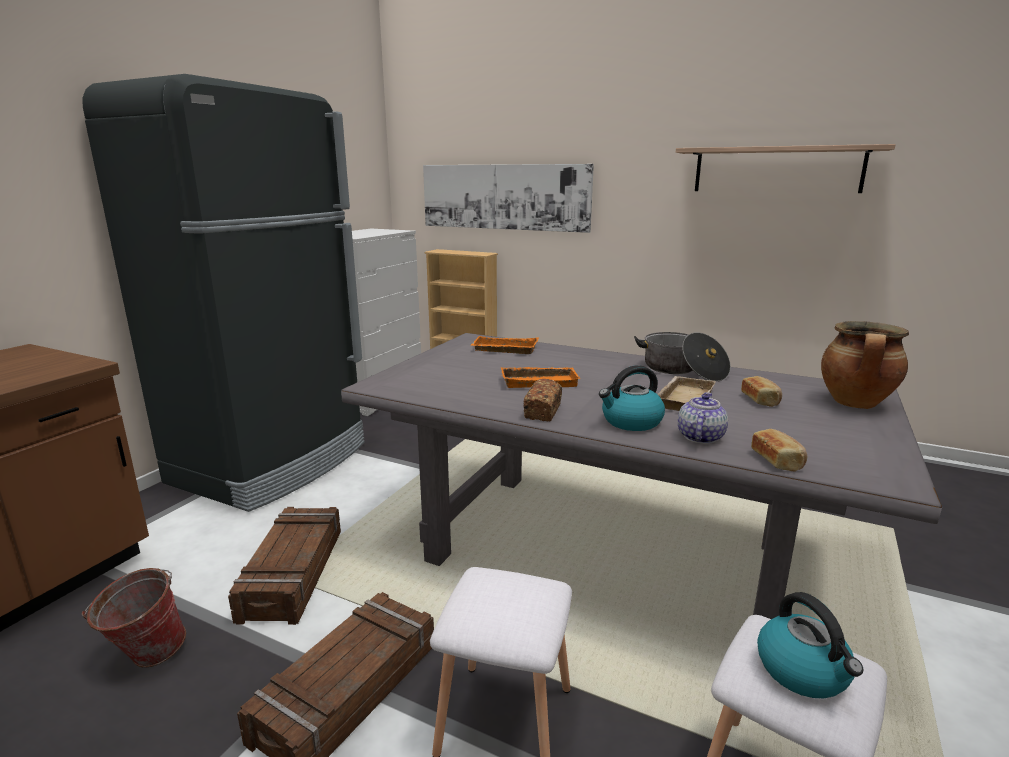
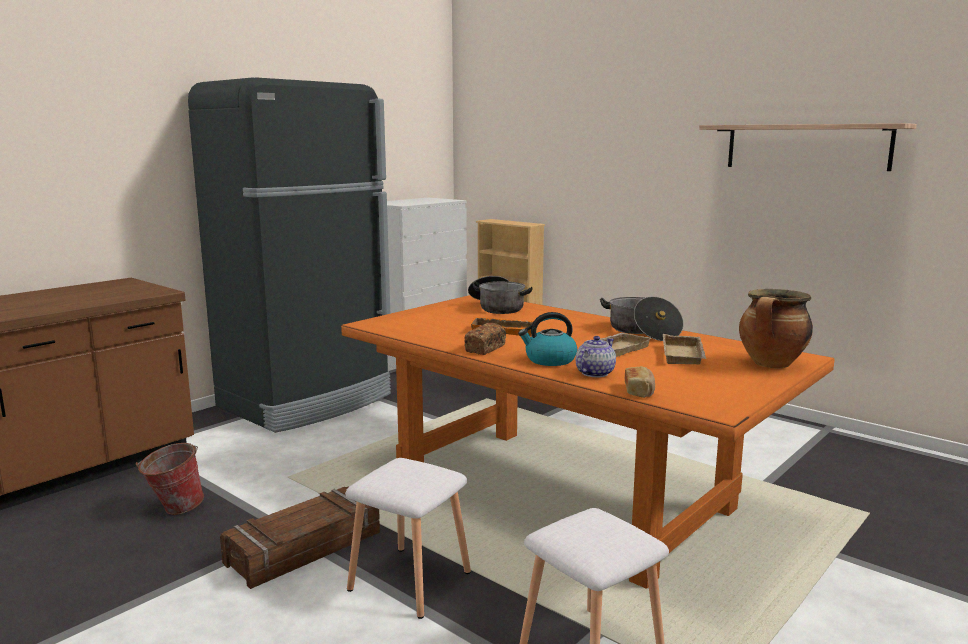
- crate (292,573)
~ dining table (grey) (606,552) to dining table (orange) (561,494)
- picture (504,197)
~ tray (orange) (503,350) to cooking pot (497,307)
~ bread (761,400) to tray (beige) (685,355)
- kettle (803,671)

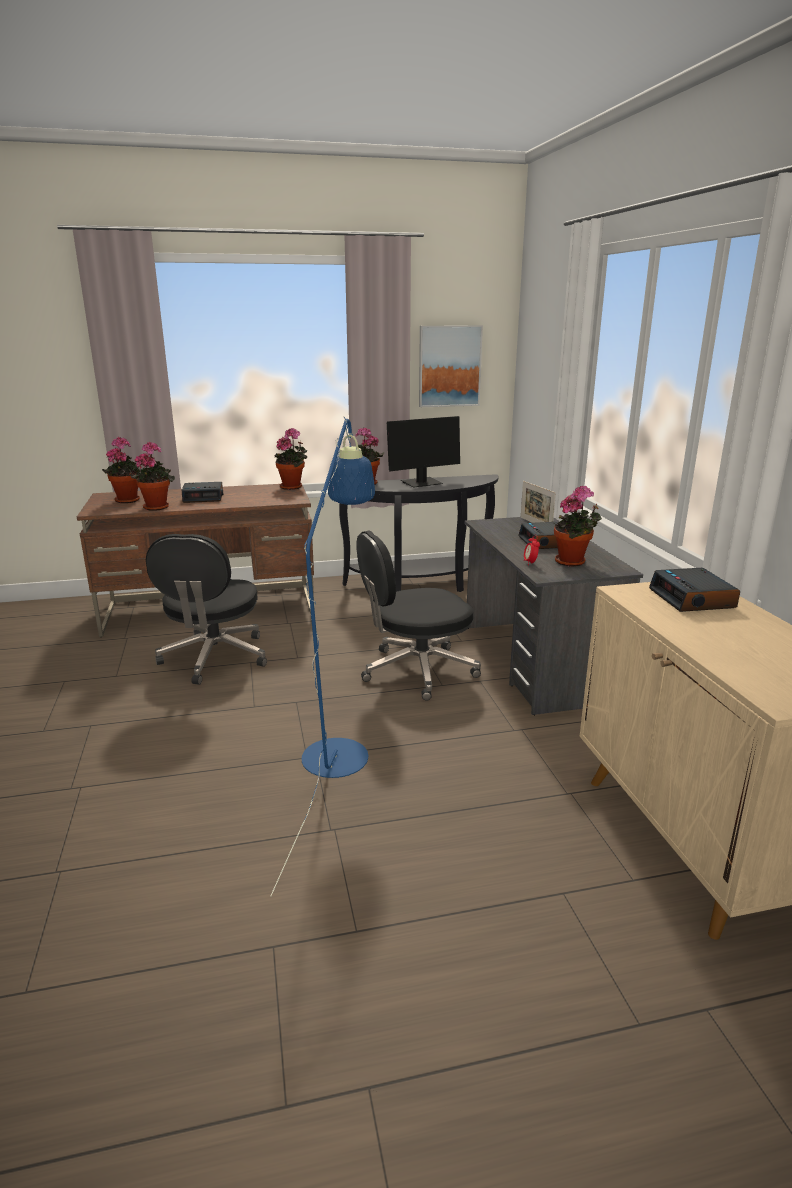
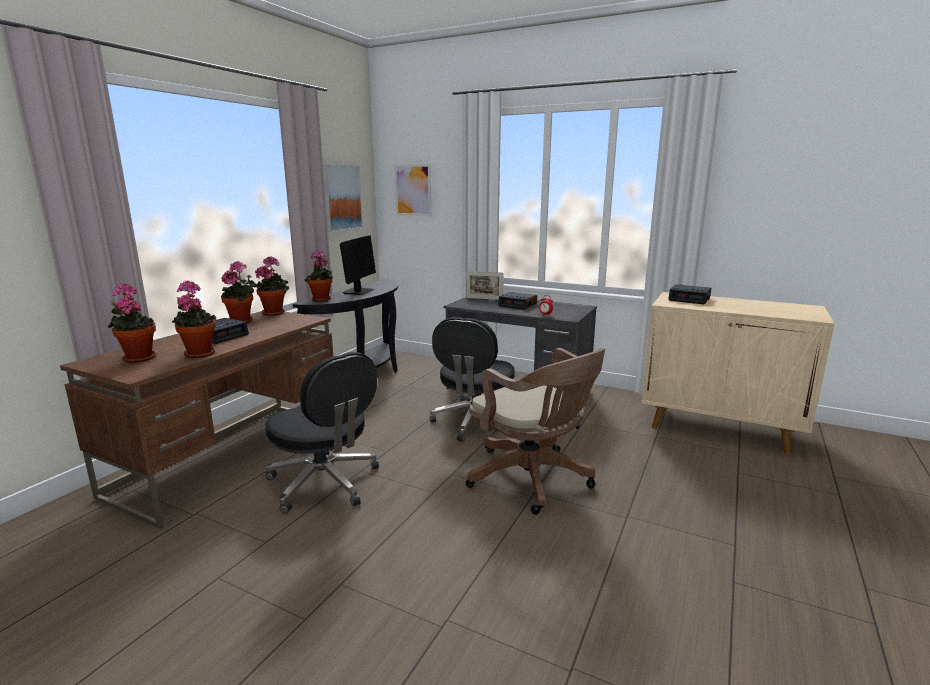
~ floor lamp (blue) (339,747) to office chair (brown) (533,480)
~ potted plant (573,562) to (242,321)
+ picture (413,190)

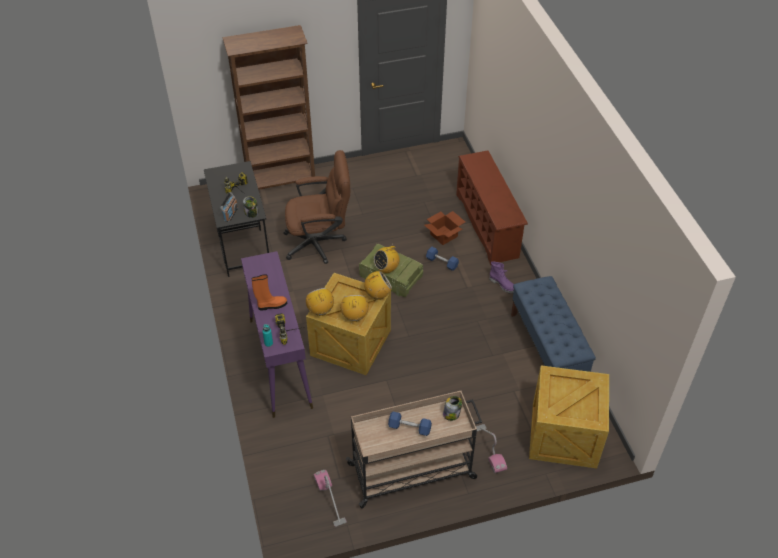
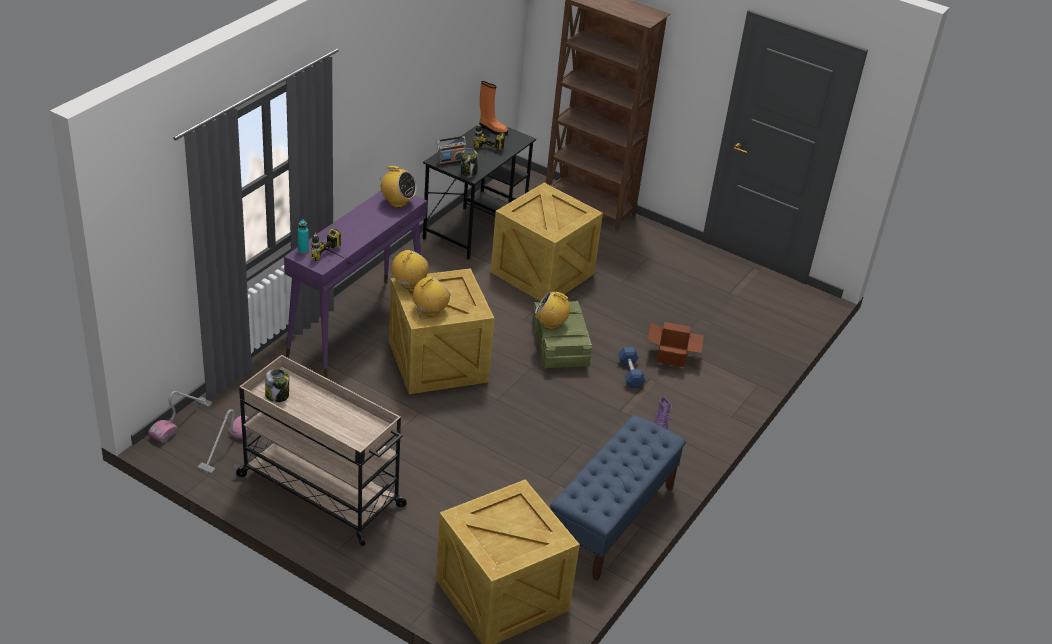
~ boot (orange) (271,305) to (492,129)
~ office chair (brown) (320,243) to crate (542,274)
~ radio (378,295) to (397,202)
- dumbbell (blue) (409,428)
~ jar (451,414) to (277,395)
- shoe rack (brown) (488,226)
~ vacuum cleaner (489,449) to (181,420)

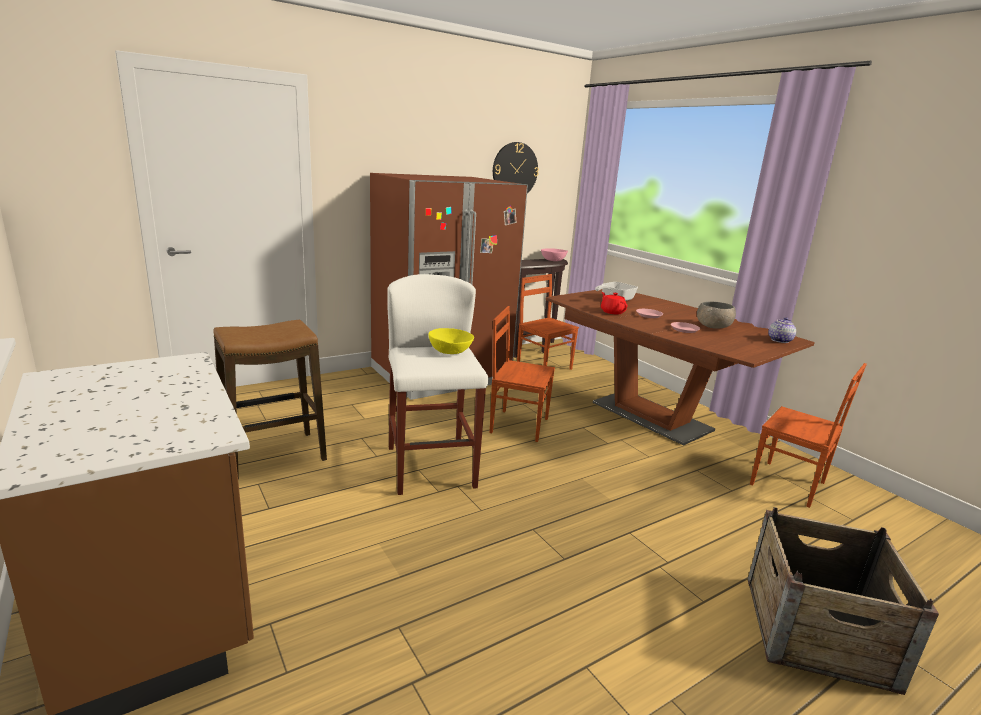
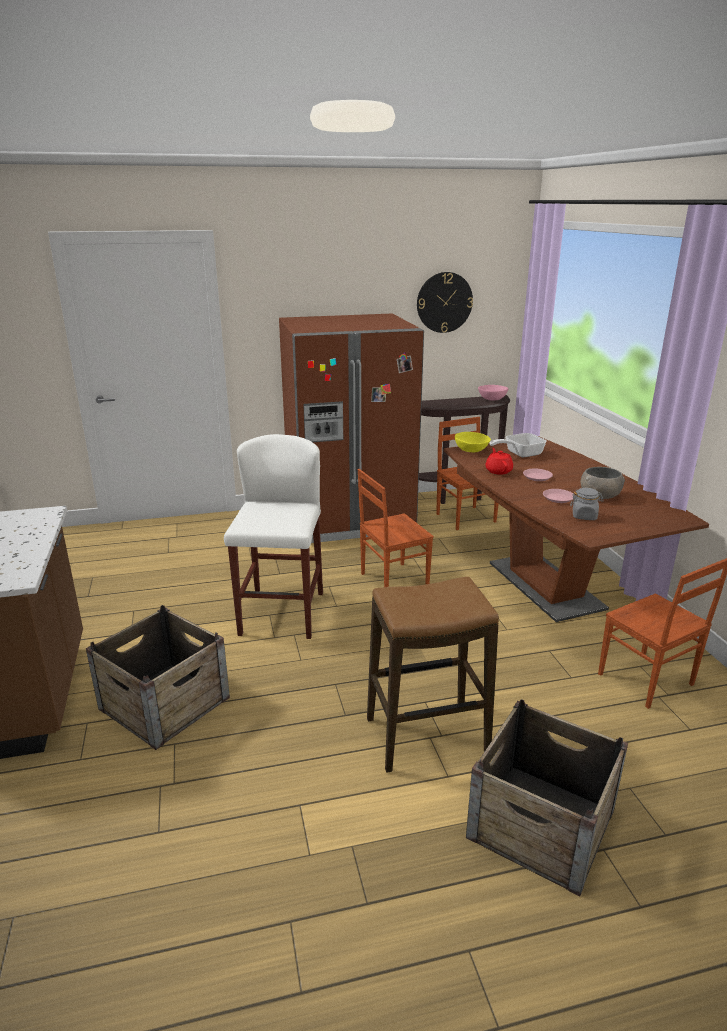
~ stool (274,455) to (427,735)
~ bowl (yellow) (450,351) to (471,450)
~ chair (brown) (518,425) = (392,580) 60 degrees counterclockwise
- teapot (779,340)
+ crate (164,703)
+ jar (grey) (584,516)

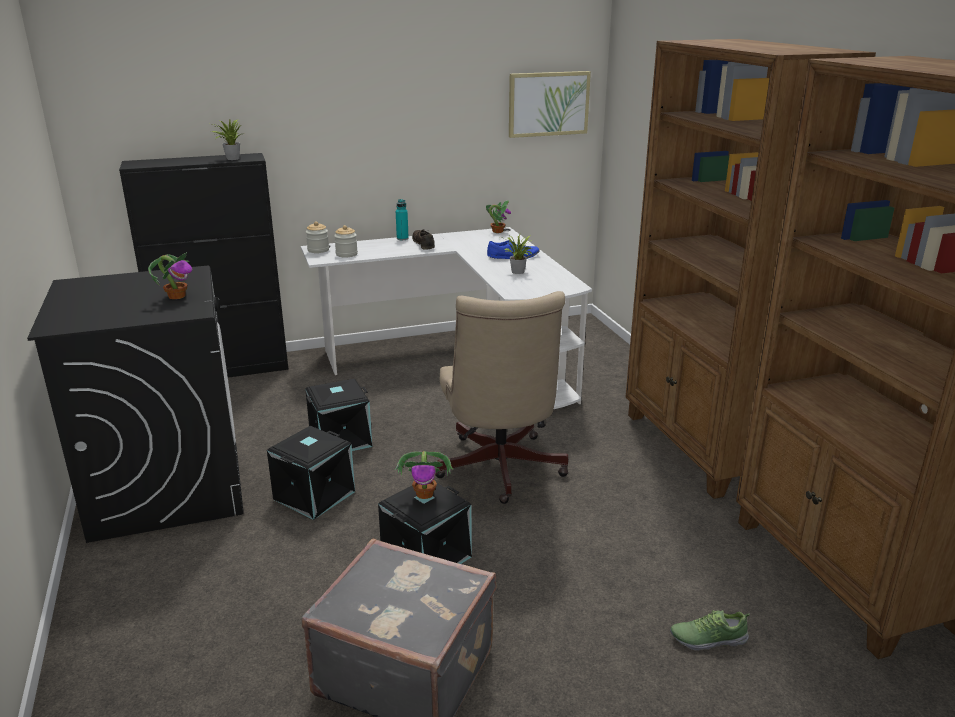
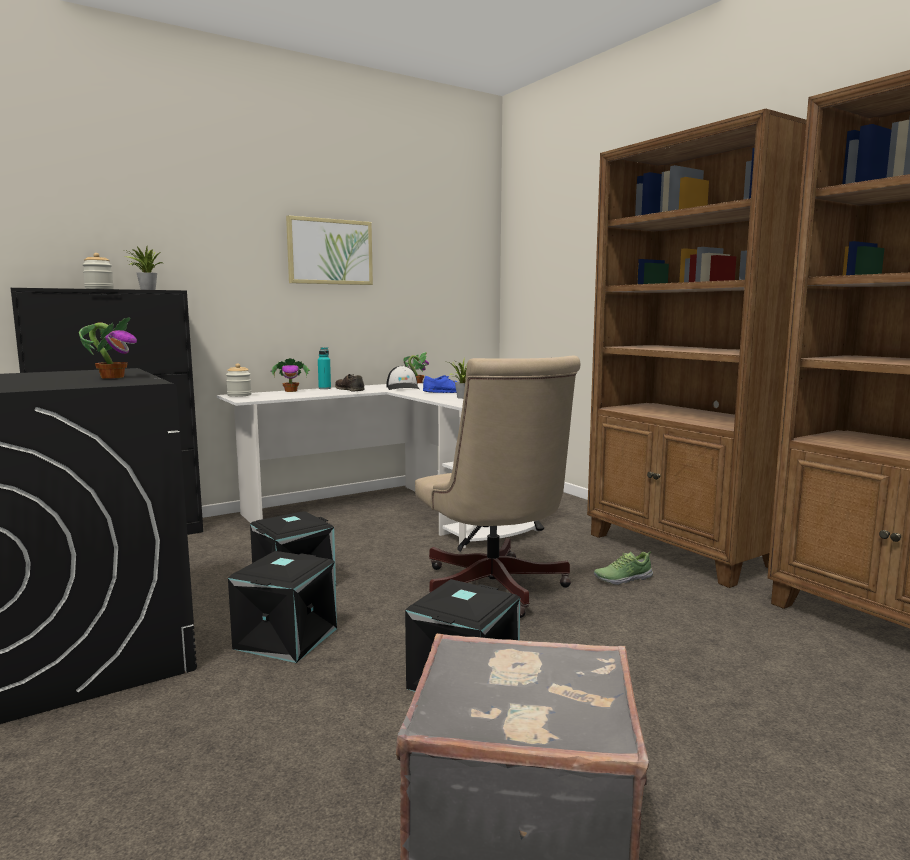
~ jar (346,254) to (99,289)
~ potted plant (425,494) to (291,391)
~ picture (548,104) to (330,252)
~ shoe (707,638) to (622,578)
+ cap (403,388)

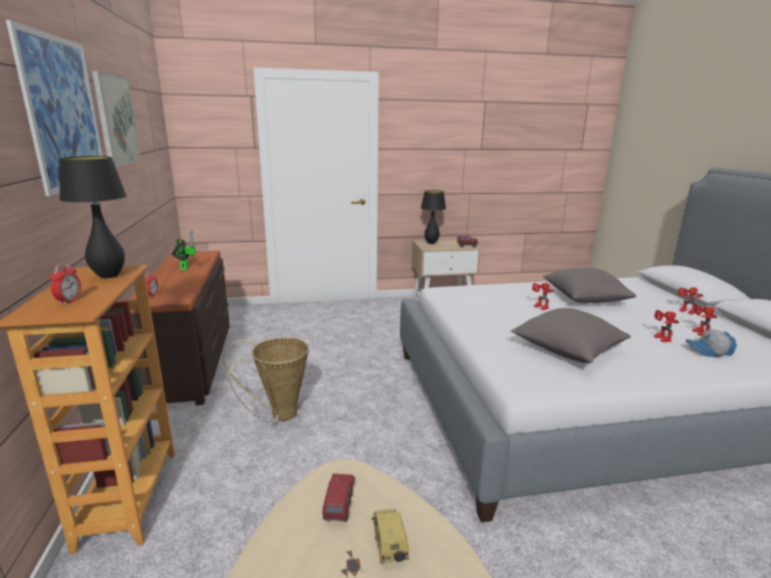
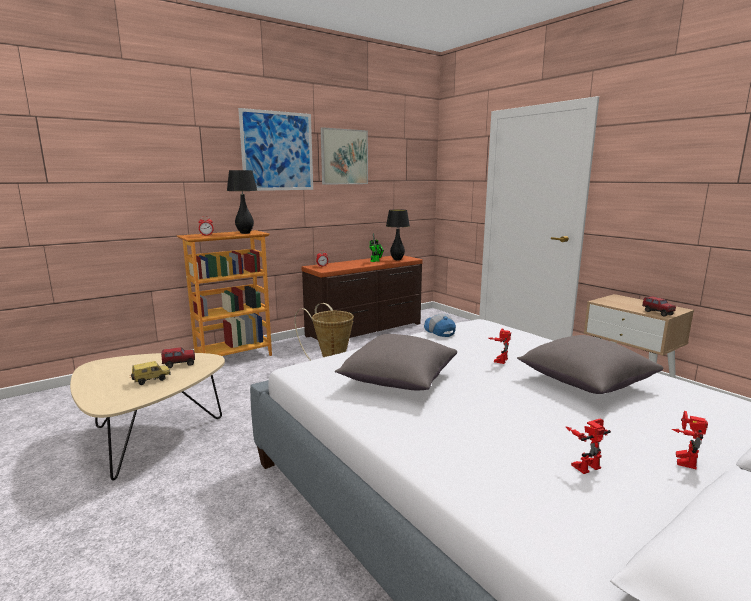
~ table lamp (black) (431,243) to (397,259)
- toy robot (659,338)
~ cap (709,351) to (438,331)

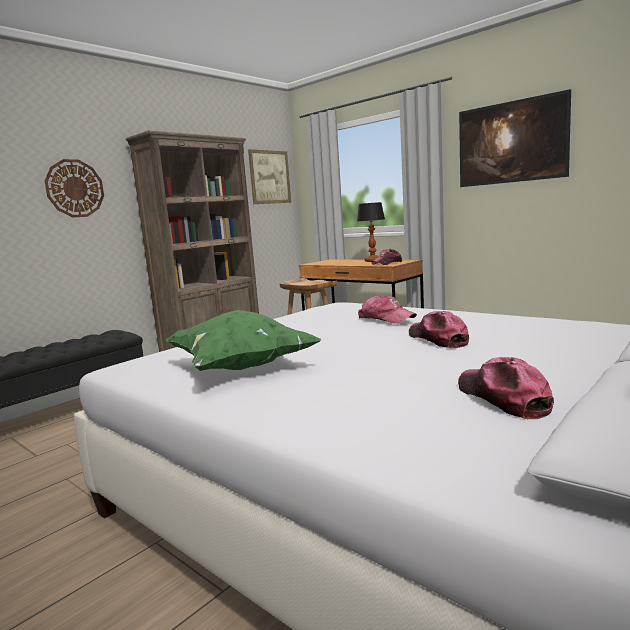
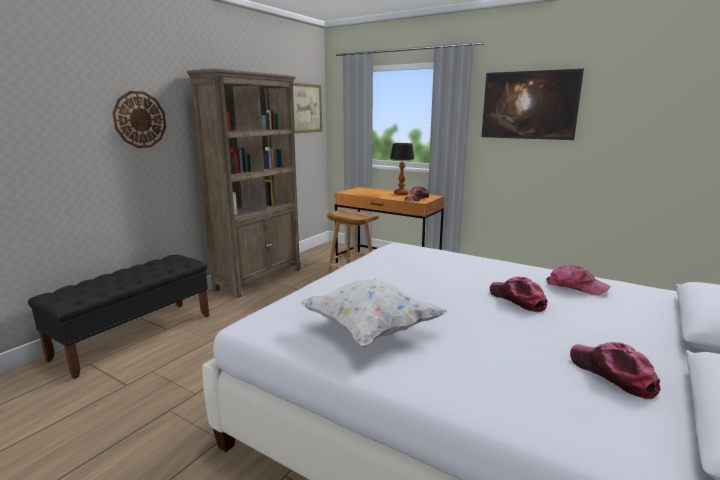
~ pillow (green) (240,367) to pillow (white) (370,330)
~ cap (386,318) to (575,287)

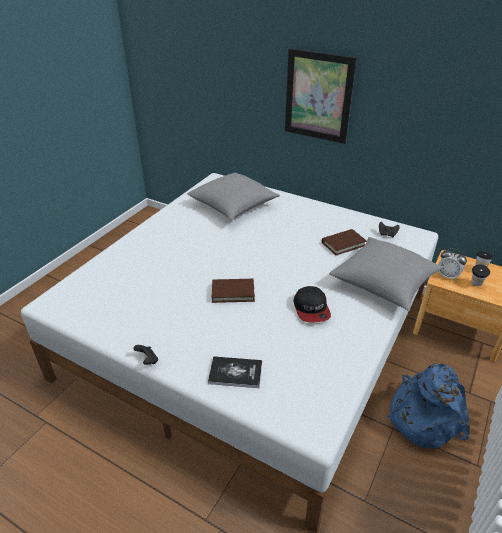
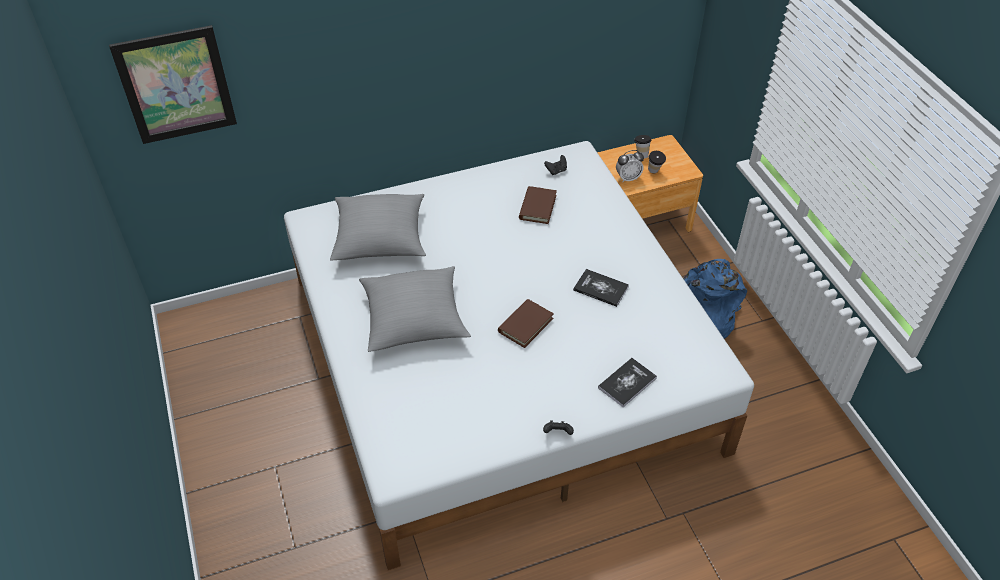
~ picture (318,96) to (176,85)
~ cap (311,309) to book (601,288)
~ pillow (grey) (384,282) to (414,319)

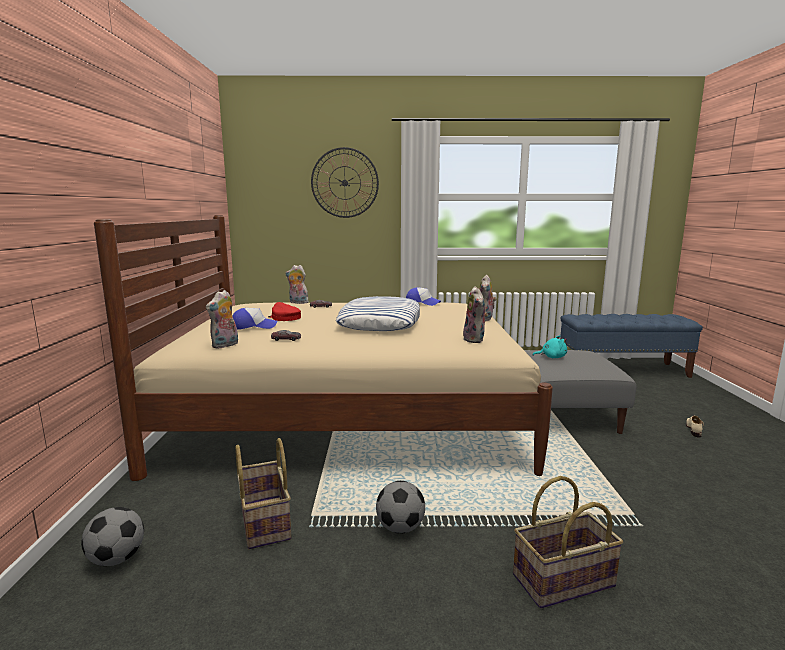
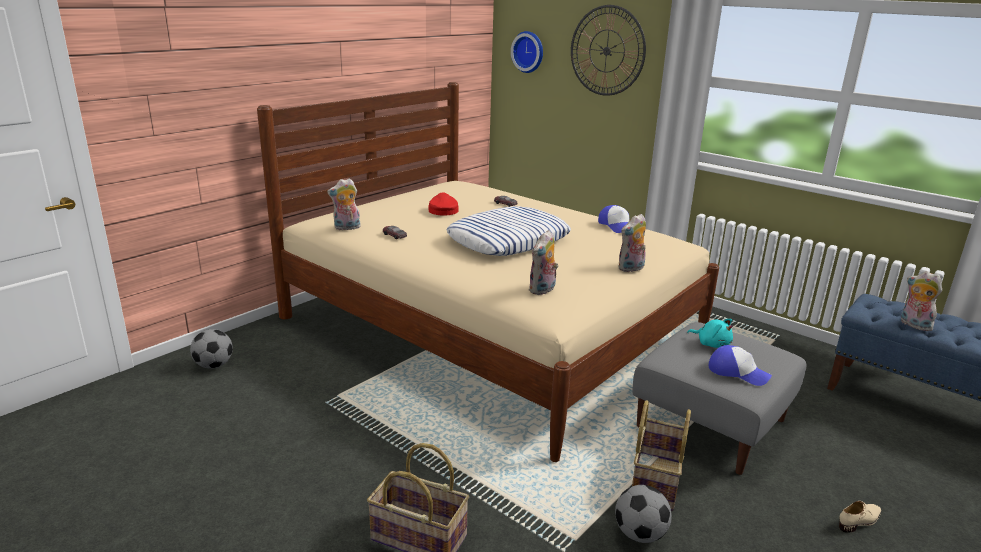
~ cap (253,326) to (737,372)
~ basket (263,522) to (654,480)
~ plush toy (297,302) to (913,325)
~ football (400,528) to (640,534)
+ wall clock (529,52)

